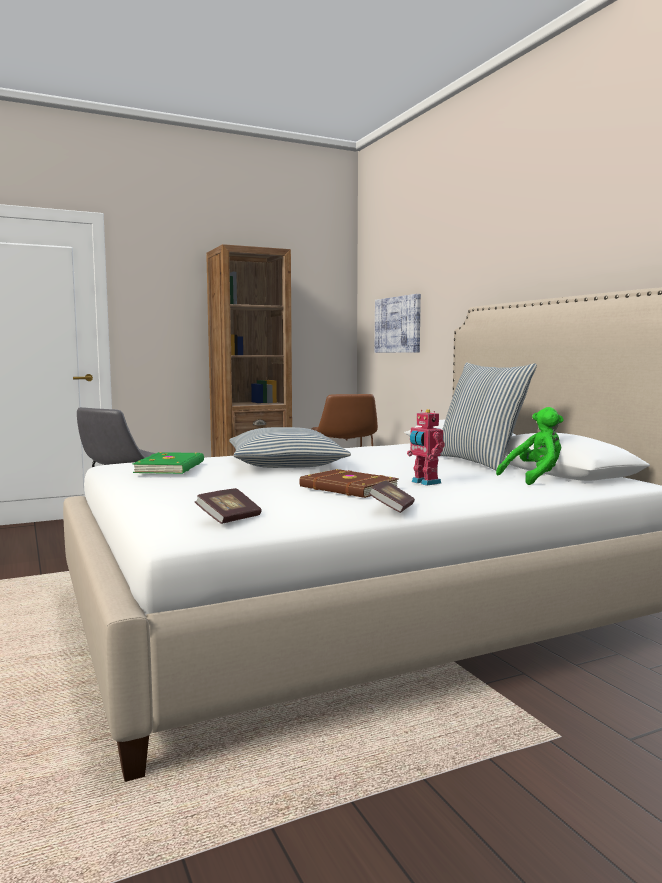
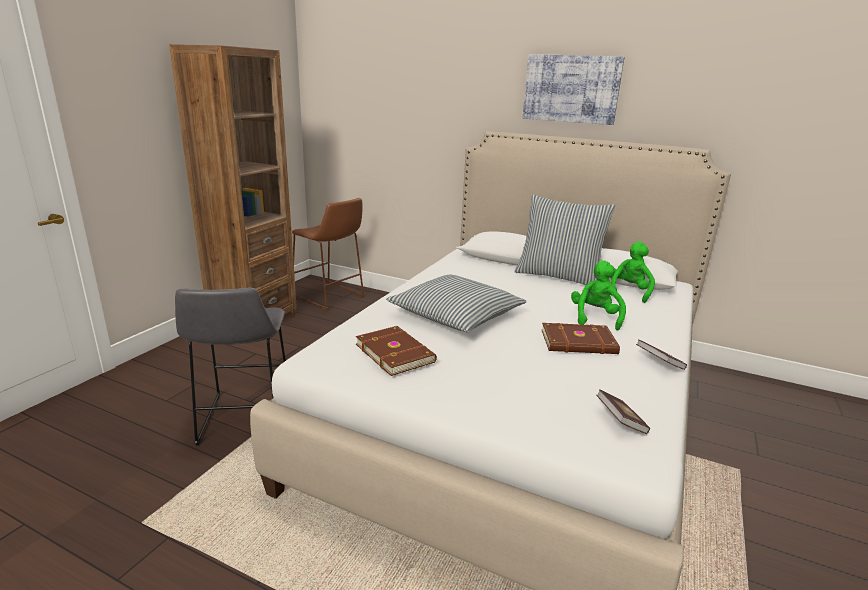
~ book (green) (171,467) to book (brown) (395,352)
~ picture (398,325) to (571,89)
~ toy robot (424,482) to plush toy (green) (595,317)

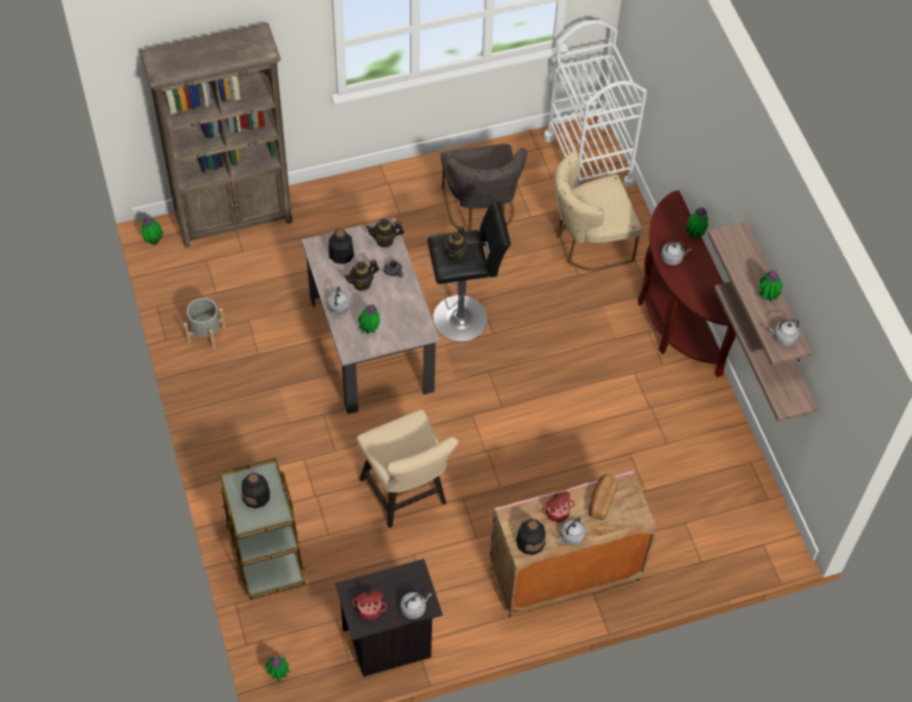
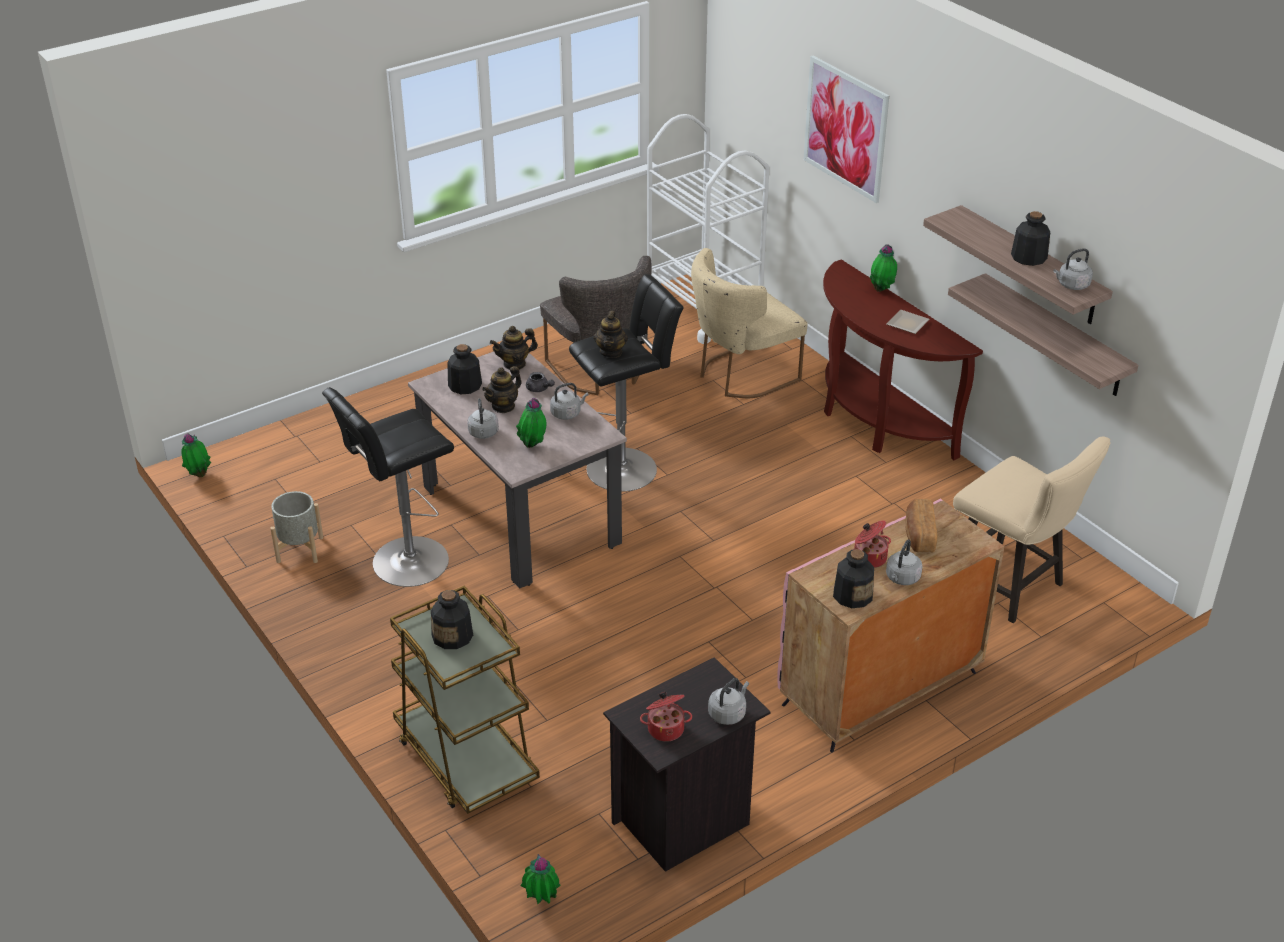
- bookcase (brown) (234,218)
~ chair (beige) (407,496) to (1011,588)
~ kettle (grey) (673,258) to (567,413)
~ potted plant (766,297) to bottle (1028,257)
+ stool (black) (405,563)
+ picture (845,128)
+ plate (908,325)

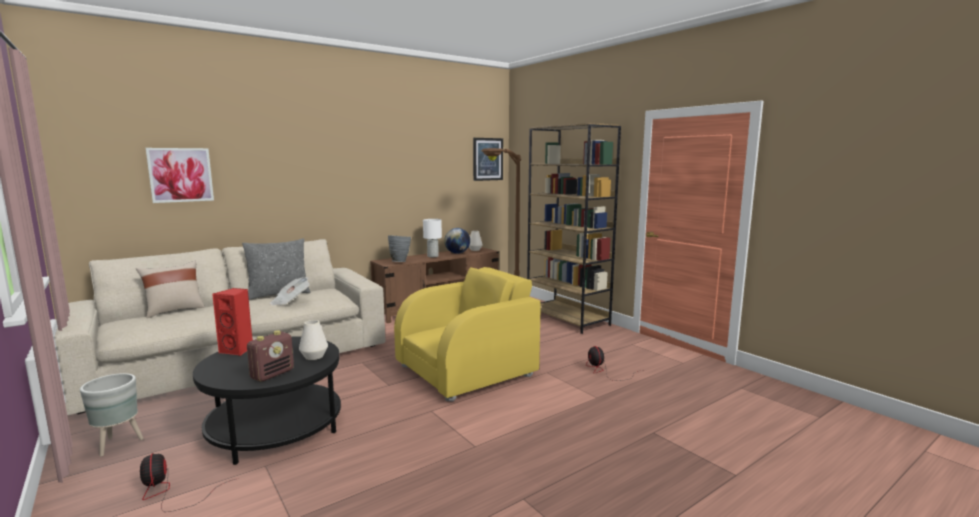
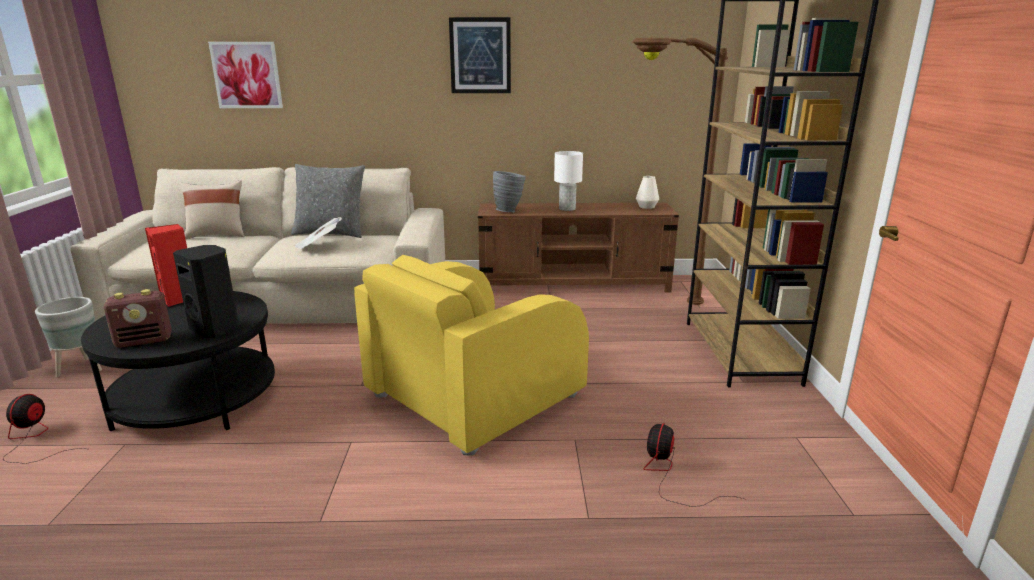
~ vase (white) (314,356) to speaker (black) (216,329)
~ armchair (yellow) (467,370) = (473,395) 135 degrees clockwise
- globe (457,253)
~ picture (487,159) to (480,56)

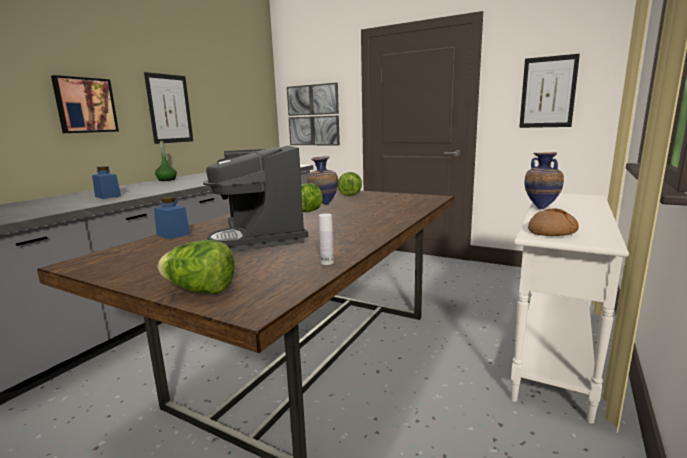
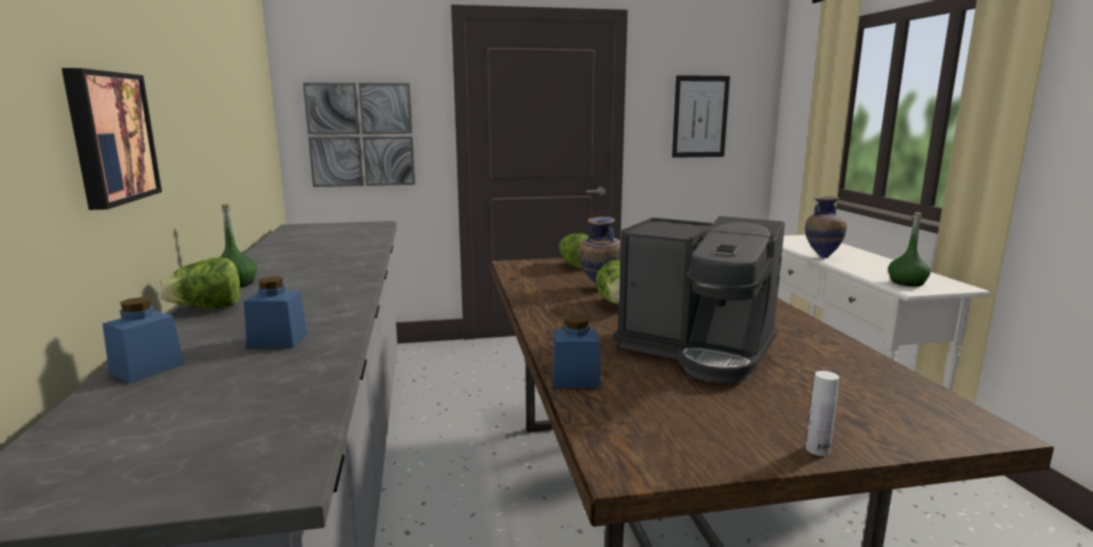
- picture (169,109)
~ lettuce (200,291) to (207,308)
~ bottle (white) (327,262) to (817,450)
~ bread (552,232) to bottle (green) (907,283)
+ jar (blue) (147,369)

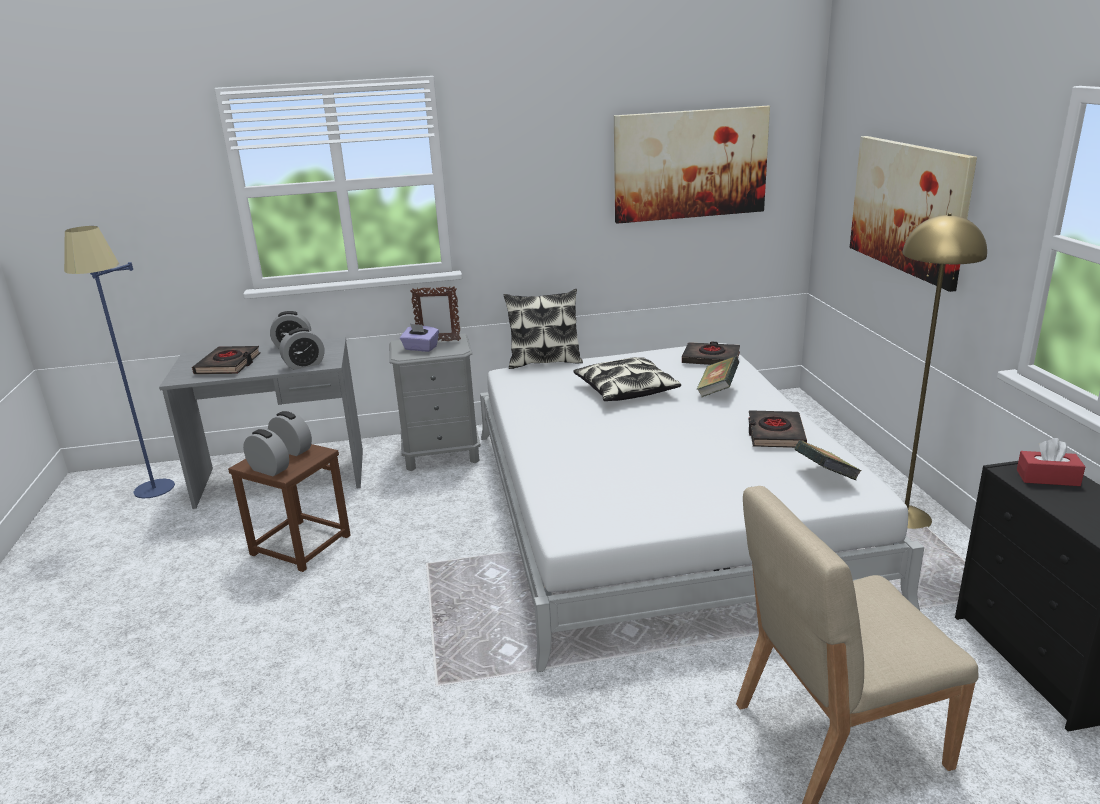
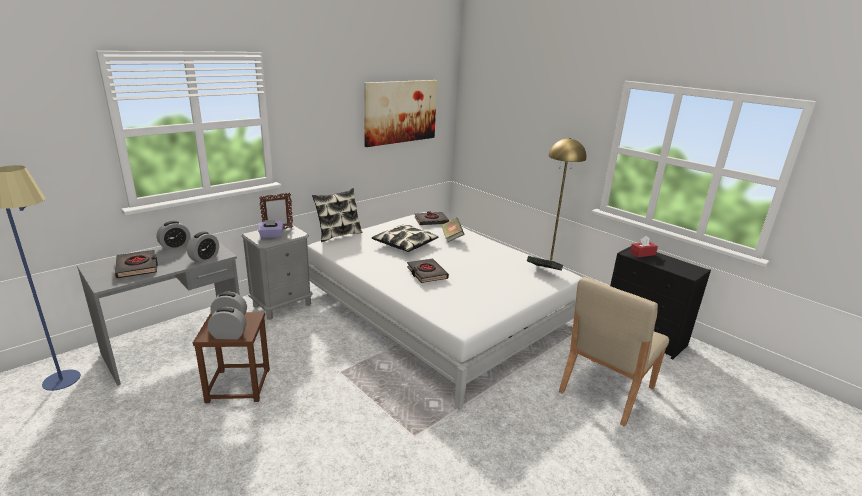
~ book (black) (775,434) to (426,273)
- picture (908,207)

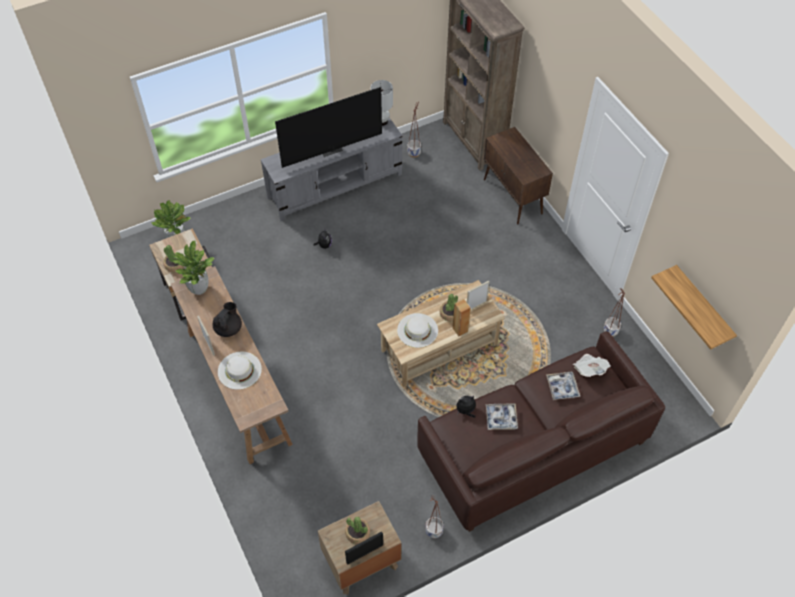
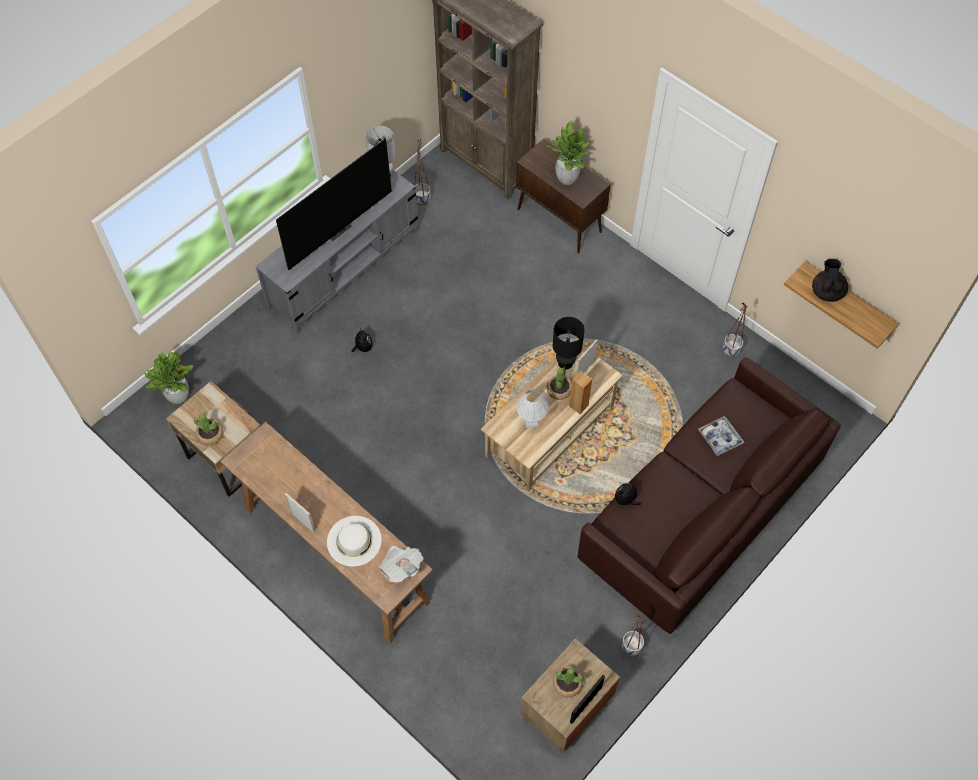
~ potted plant (199,288) to (567,178)
~ teapot (black) (228,328) to (827,291)
~ hat (white) (417,330) to table lamp (white) (530,422)
- tray (501,418)
~ newspaper (589,369) to (401,566)
+ table lamp (black) (565,363)

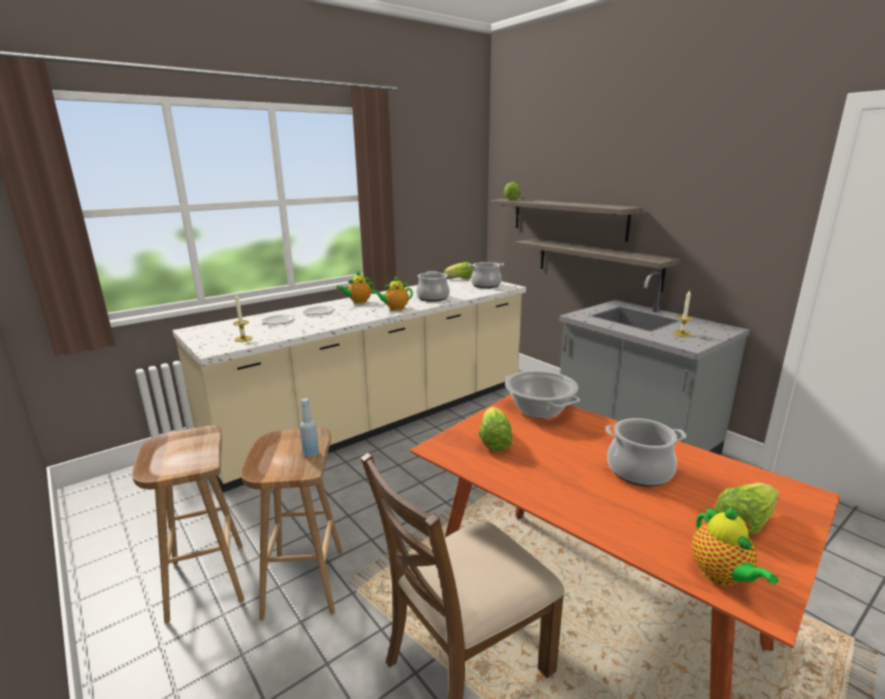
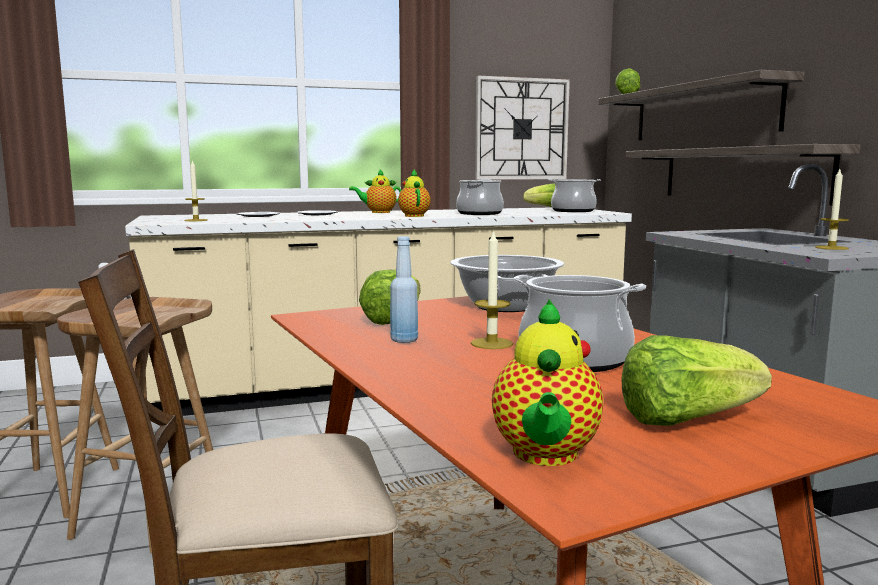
~ bottle (blue) (311,453) to (404,340)
~ teapot (395,308) = (413,216) 75 degrees clockwise
+ candle (491,343)
+ wall clock (521,129)

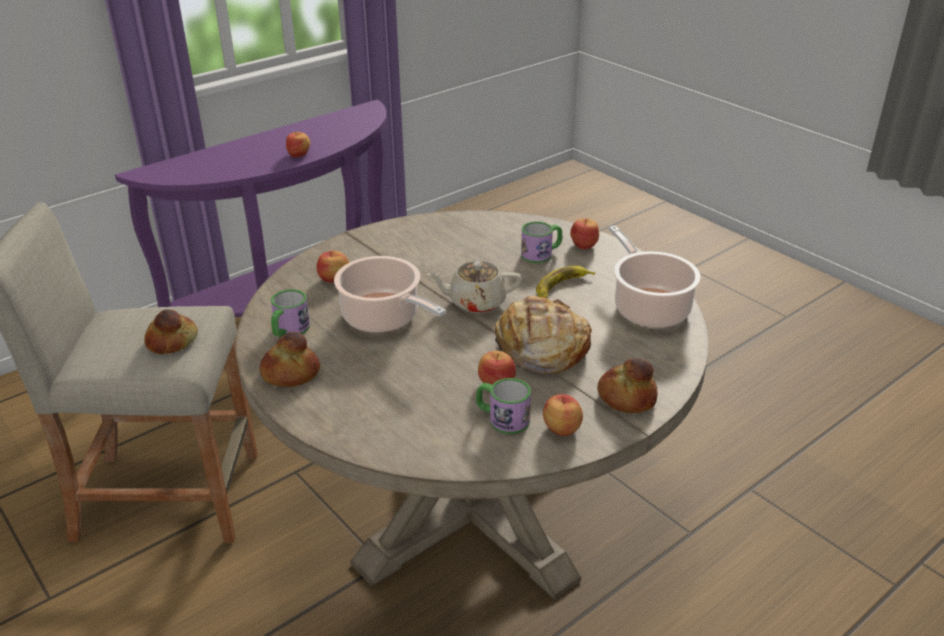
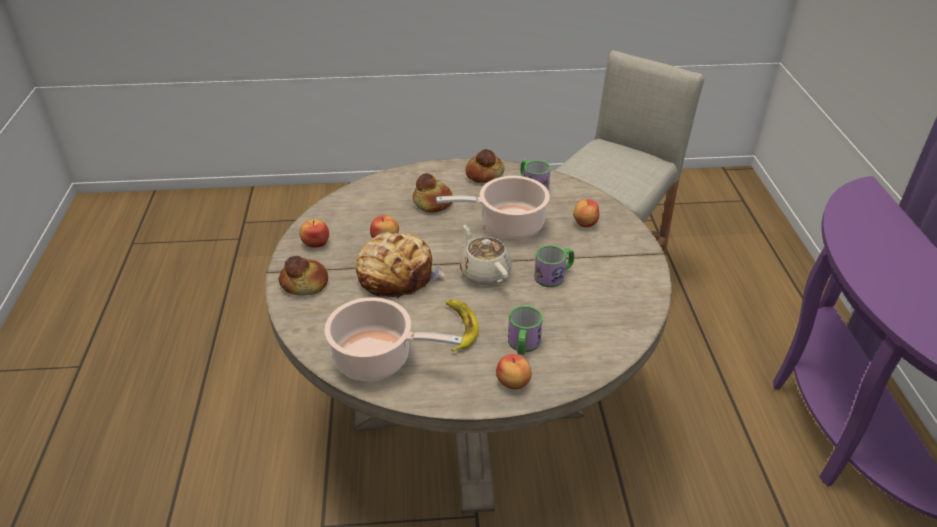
~ bread (171,341) to (433,202)
- apple (299,154)
~ teapot (beige) (476,302) = (484,272) 60 degrees counterclockwise
~ mug (502,418) to (554,275)

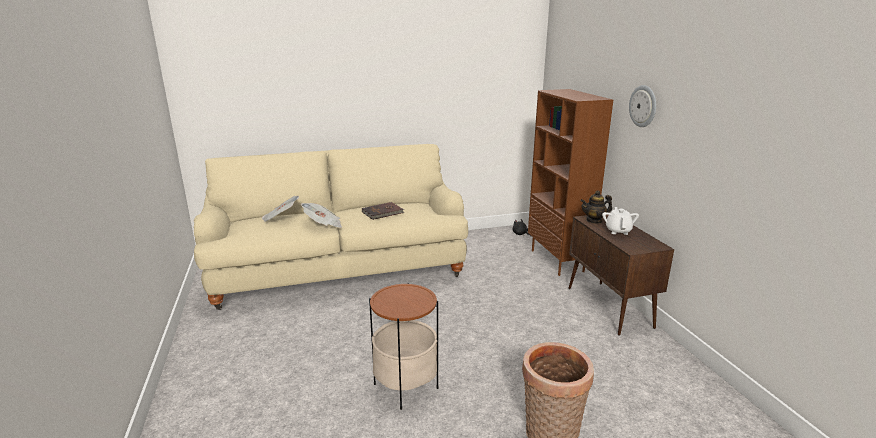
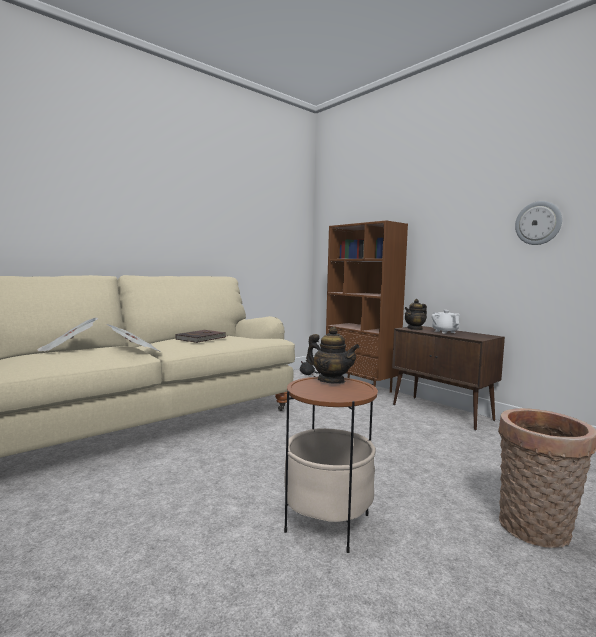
~ wall clock (643,106) to (538,223)
+ teapot (331,381)

